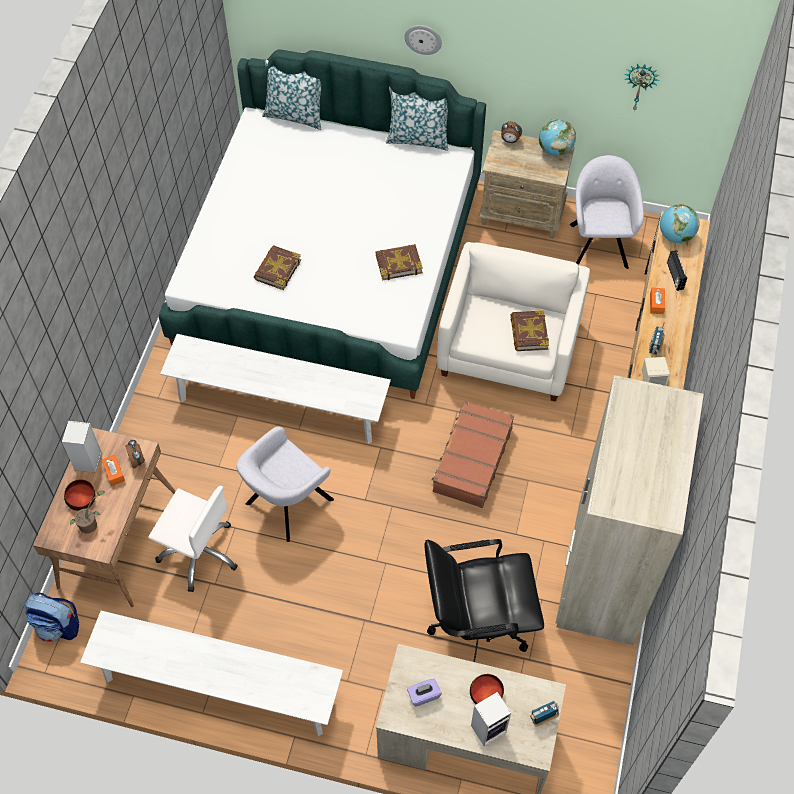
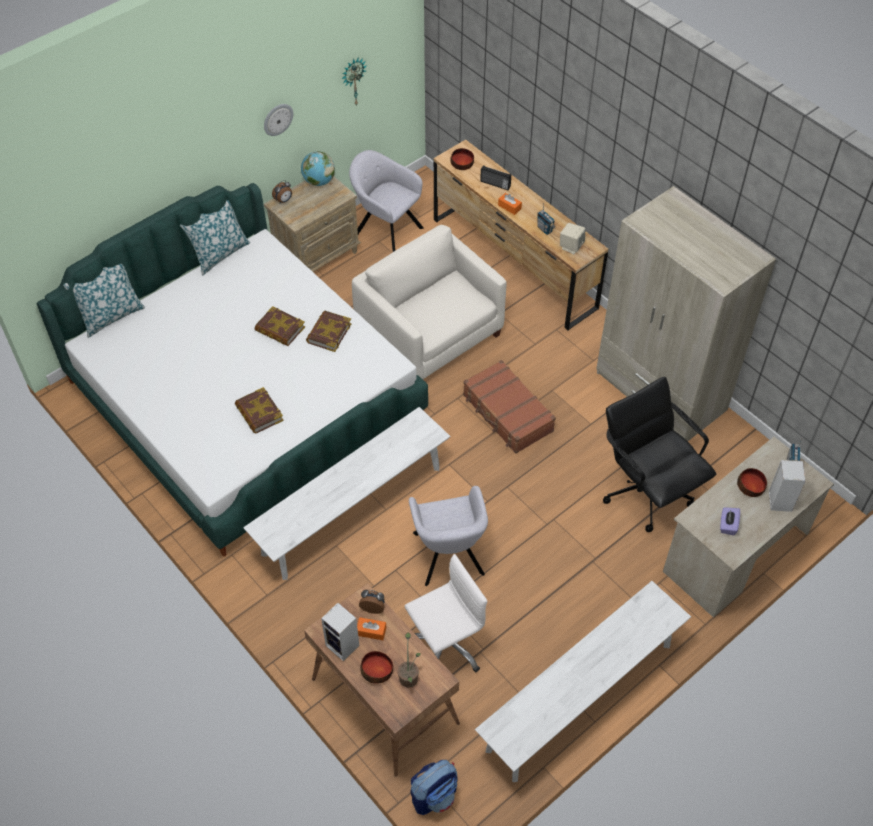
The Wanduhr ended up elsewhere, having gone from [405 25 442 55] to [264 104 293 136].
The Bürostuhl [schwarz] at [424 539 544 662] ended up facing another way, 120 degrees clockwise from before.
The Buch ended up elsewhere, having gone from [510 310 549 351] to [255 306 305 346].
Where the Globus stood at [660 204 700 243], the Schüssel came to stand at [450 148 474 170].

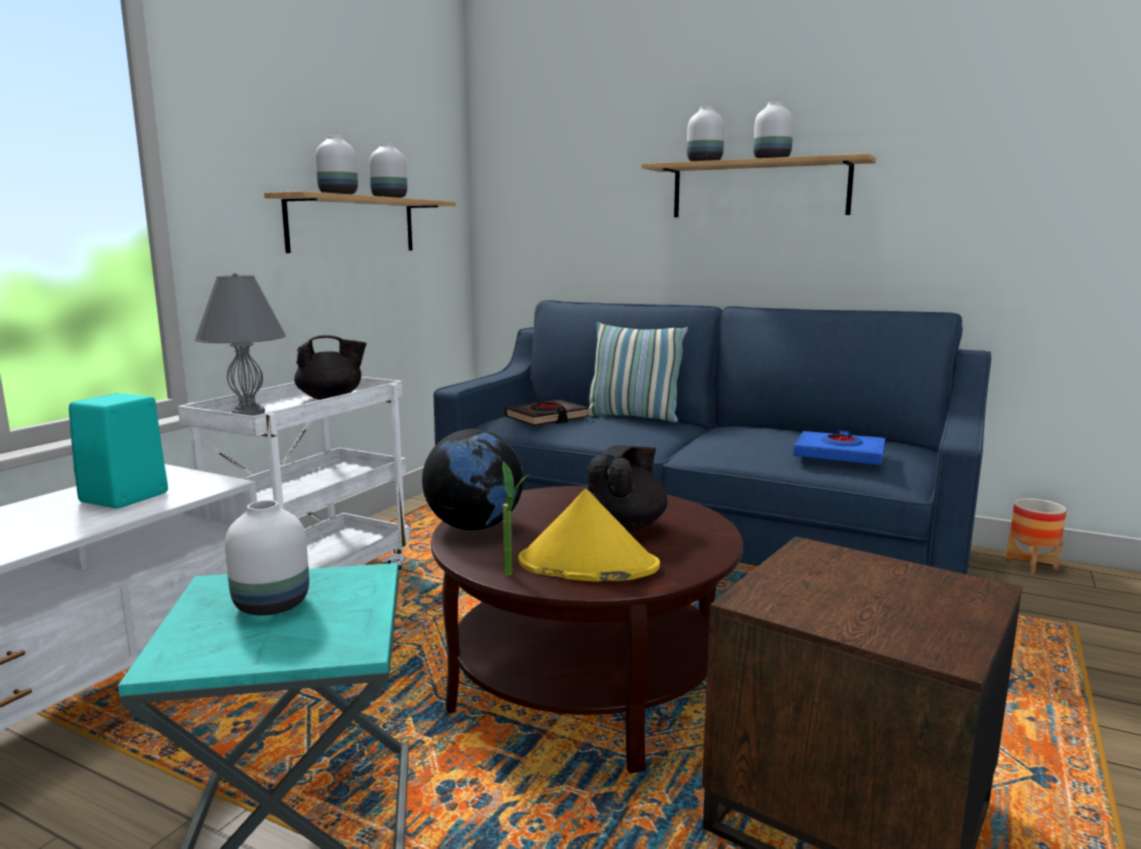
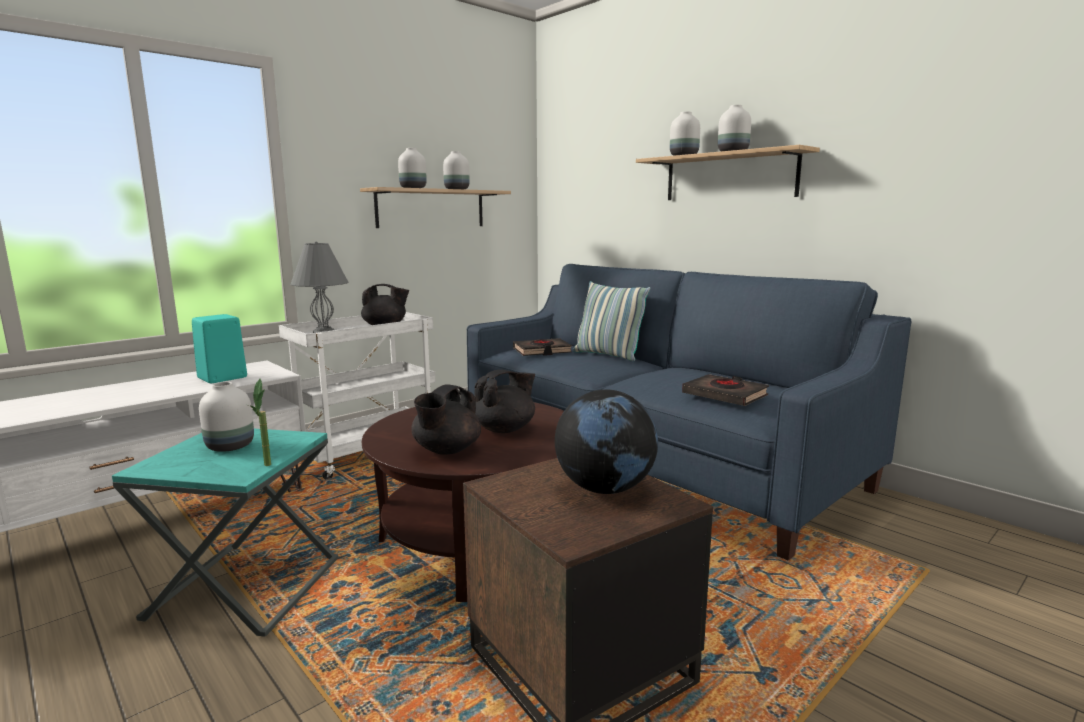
The Globus ended up elsewhere, having gone from [422 429 523 530] to [555 389 658 494].
The Topfpflanze ended up elsewhere, having gone from [502 461 530 576] to [249 379 271 466].
Where the Hut [gelb] stood at [518 489 660 582], the Teekanne [schwarz] came to stand at [411 384 481 455].
What was the Buch [blau] at [793 431 885 465] turned into the Buch [schwarz] at [682 374 769 406].
The second view lost the Pflanzkübel at [1005 498 1066 574].

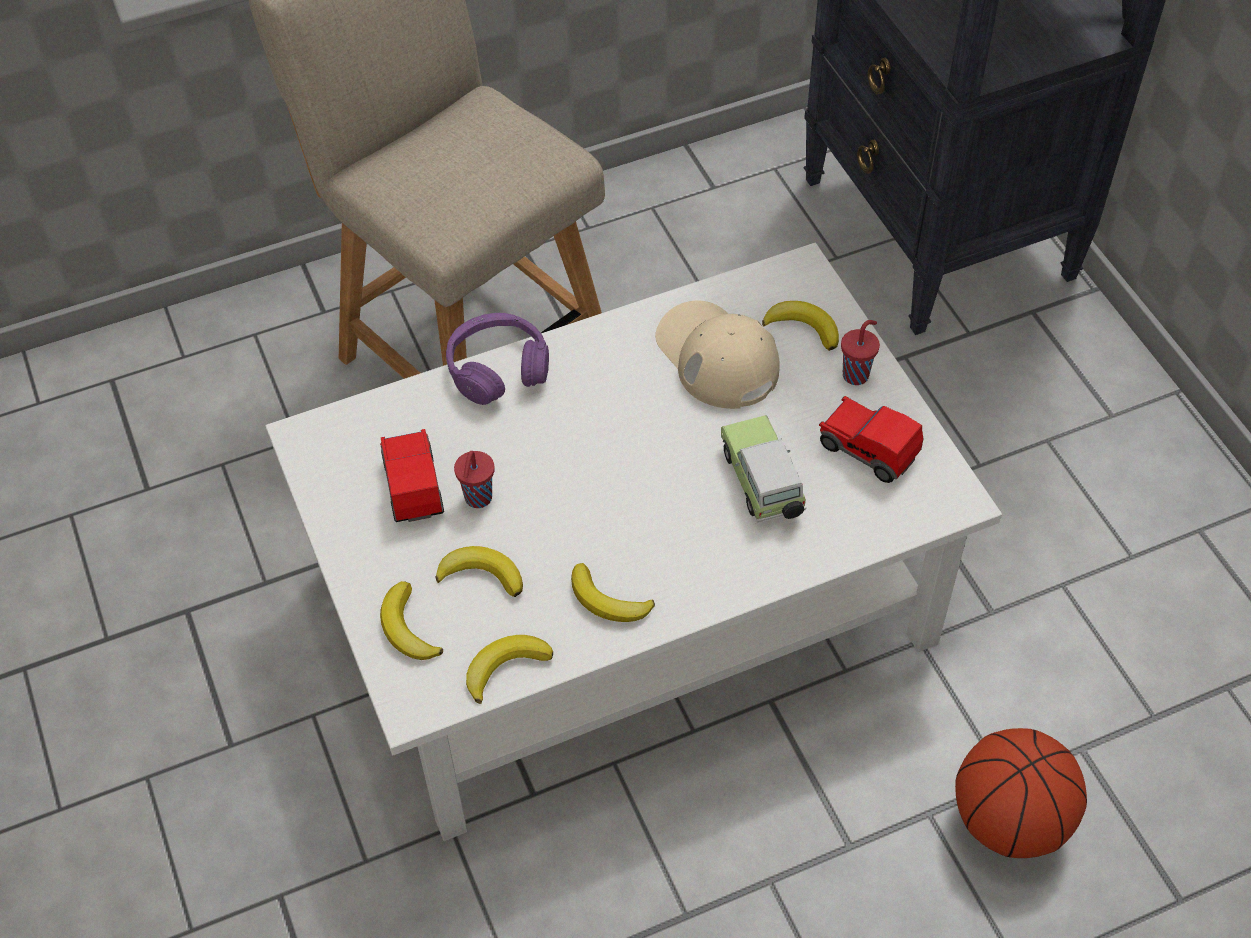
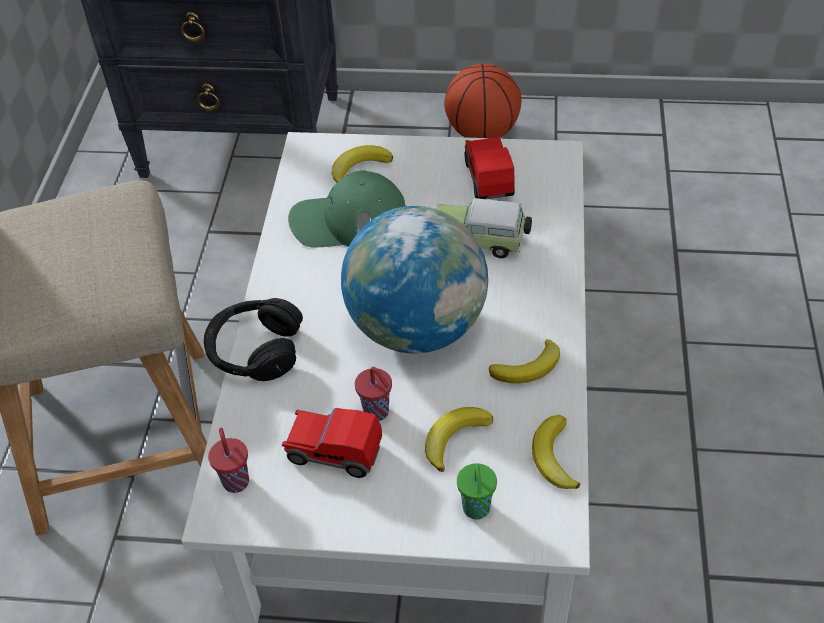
Where the Banane stood at [380 581 443 660], the Tasse [grün] came to stand at [457 464 497 520].
What was the Kopfhörer [lila] at [446 313 549 405] turned into the Kopfhörer [schwarz] at [204 298 303 381].
What was the Kappe [beige] at [655 301 780 409] turned into the Kappe [grün] at [288 171 406 248].
The Spielzeugauto at [819 396 923 483] ended up facing another way, 105 degrees clockwise from before.
The Tasse [rot] ended up elsewhere, having gone from [841 320 880 385] to [208 428 249 493].
The Basketball ended up elsewhere, having gone from [955 728 1087 858] to [444 64 521 138].
The second view gained the Globus at [341 206 488 353].

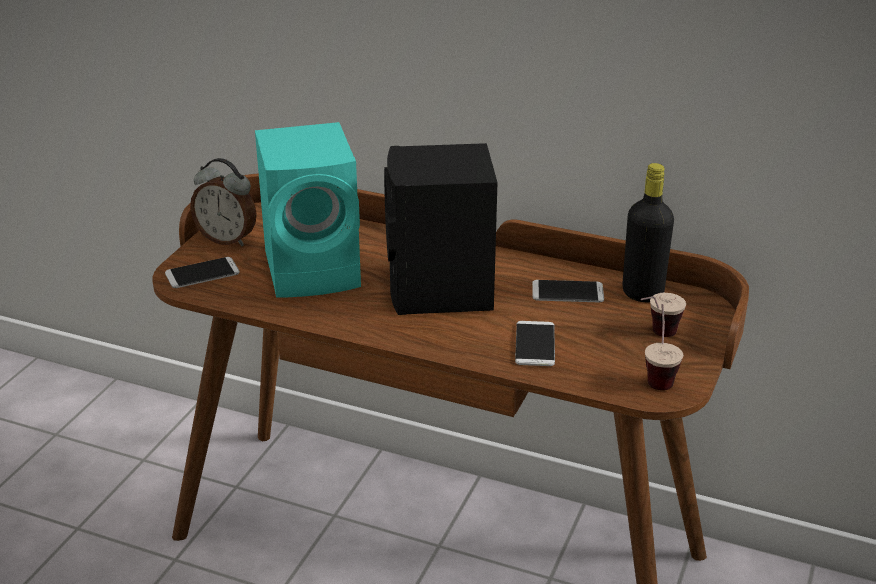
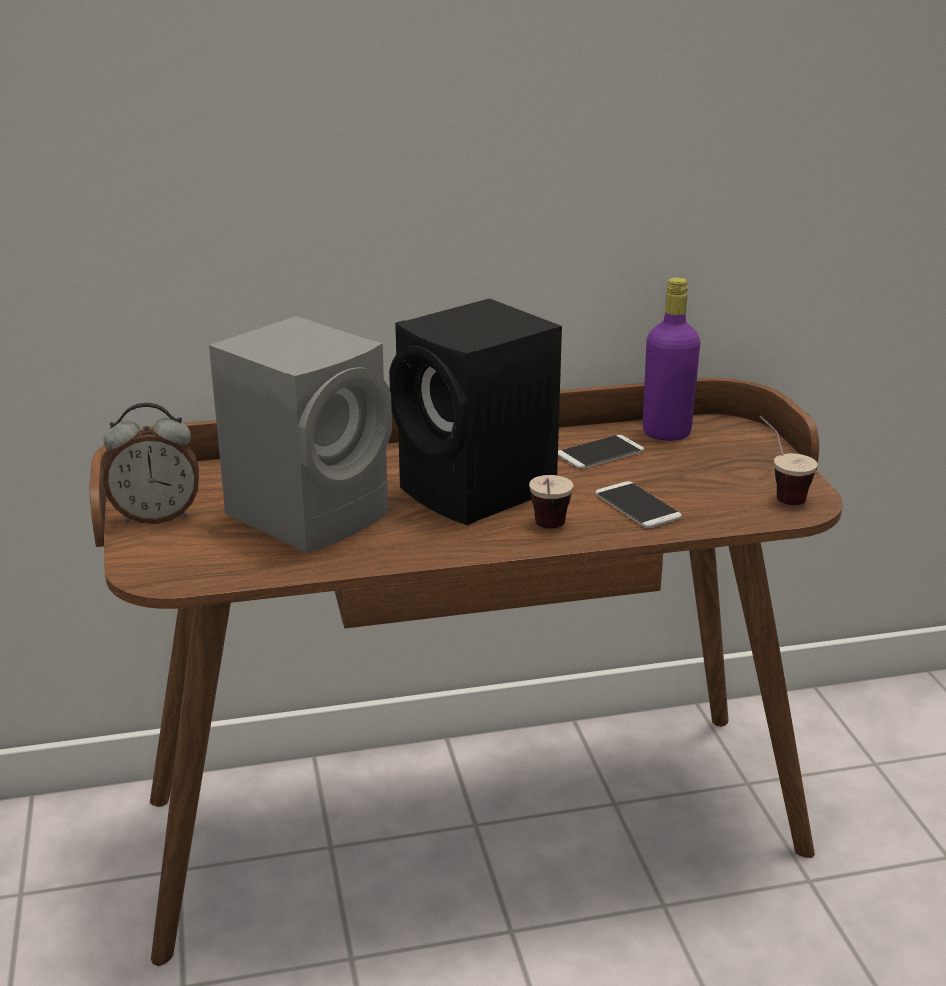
The second view lost the Handy at [165 257 240 288].
What was the Lautsprecher [türkis] at [255 122 361 298] turned into the Lautsprecher [grau] at [209 316 392 554].
What was the Flasche [schwarz] at [622 163 674 302] turned into the Flasche [lila] at [643 277 700 441].
The Tasse ended up elsewhere, having gone from [641 293 686 337] to [529 475 573 529].

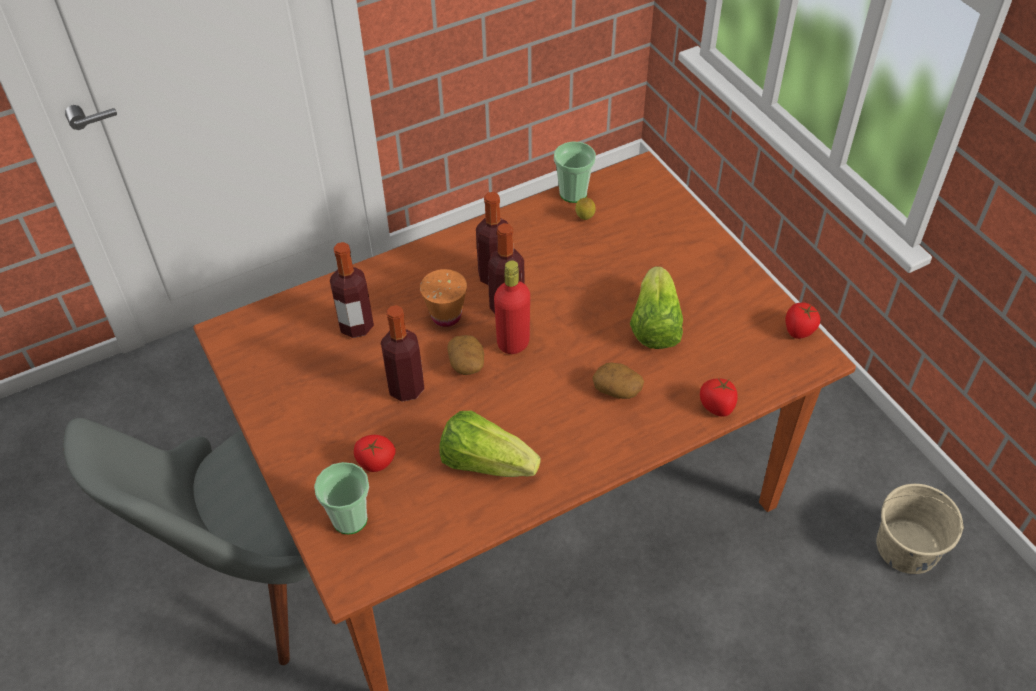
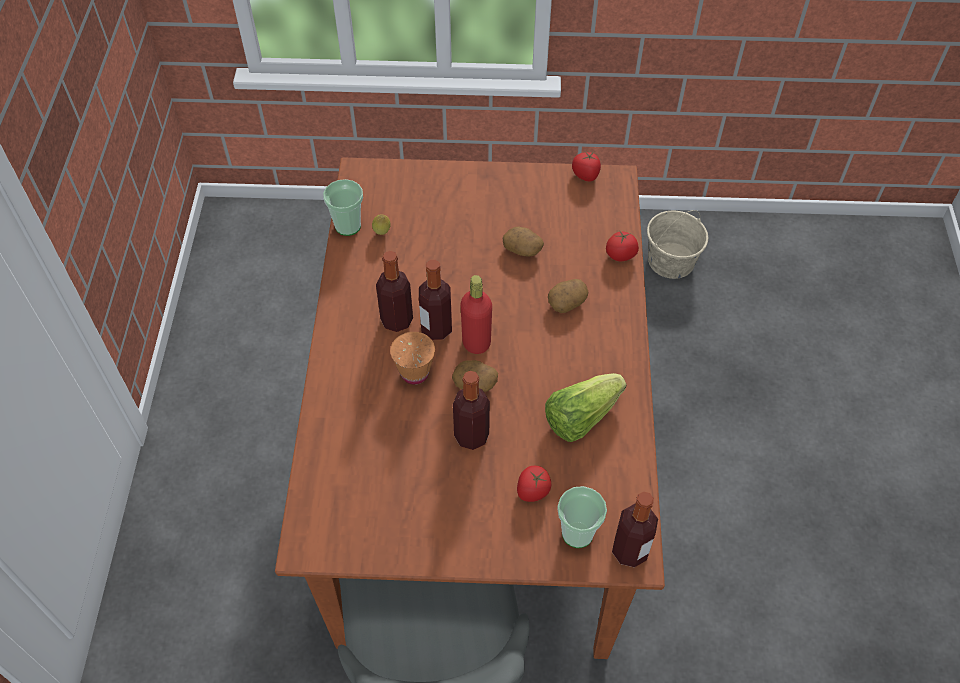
The Flasche ended up elsewhere, having gone from [330 242 374 338] to [612 492 658 567].
Where the Salatkopf stood at [630 266 683 349], the Kartoffel came to stand at [502 227 544 257].

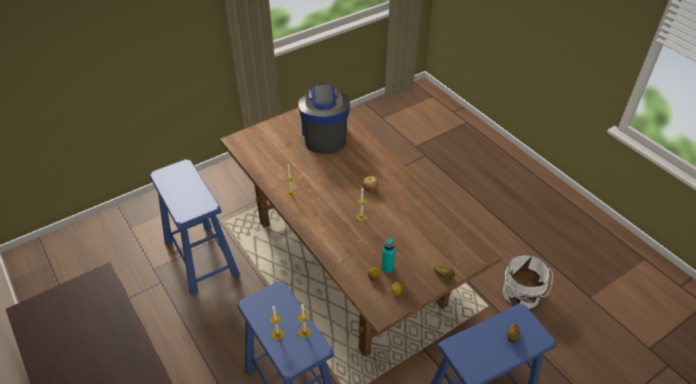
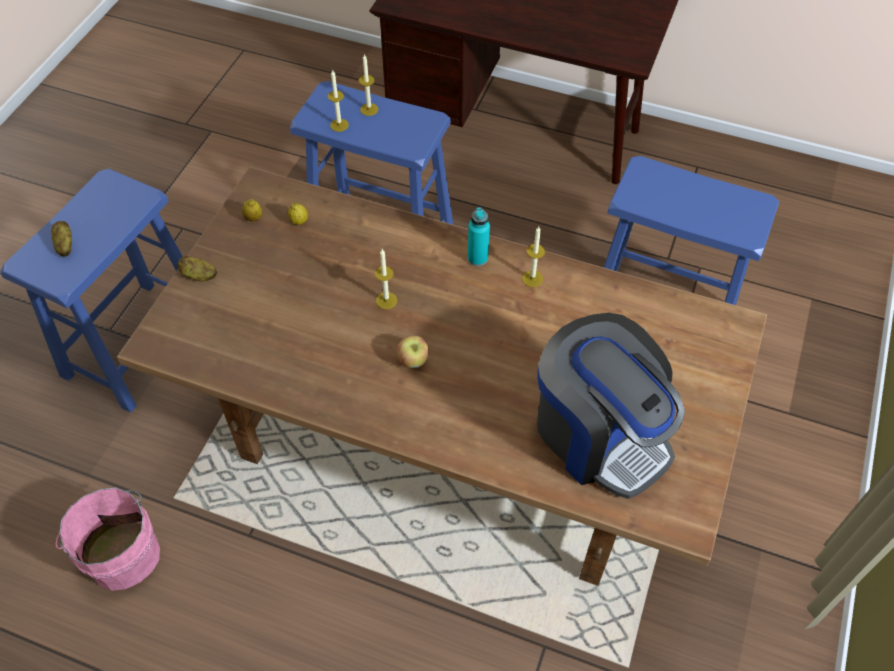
The Flasche [türkis] ended up elsewhere, having gone from [382 238 395 273] to [468 207 490 266].
What was the Eimer [weiß] at [503 255 553 309] turned into the Eimer [rosa] at [56 487 160 591].

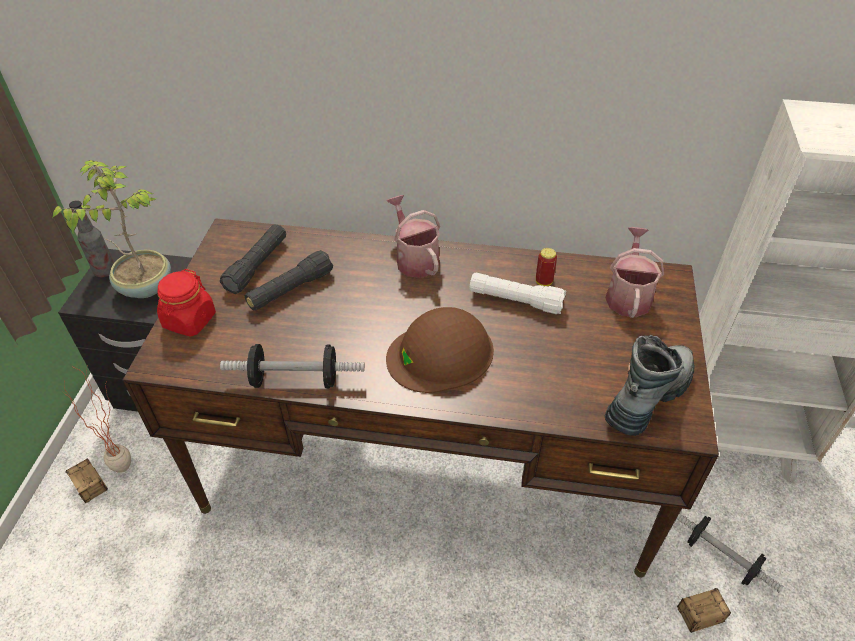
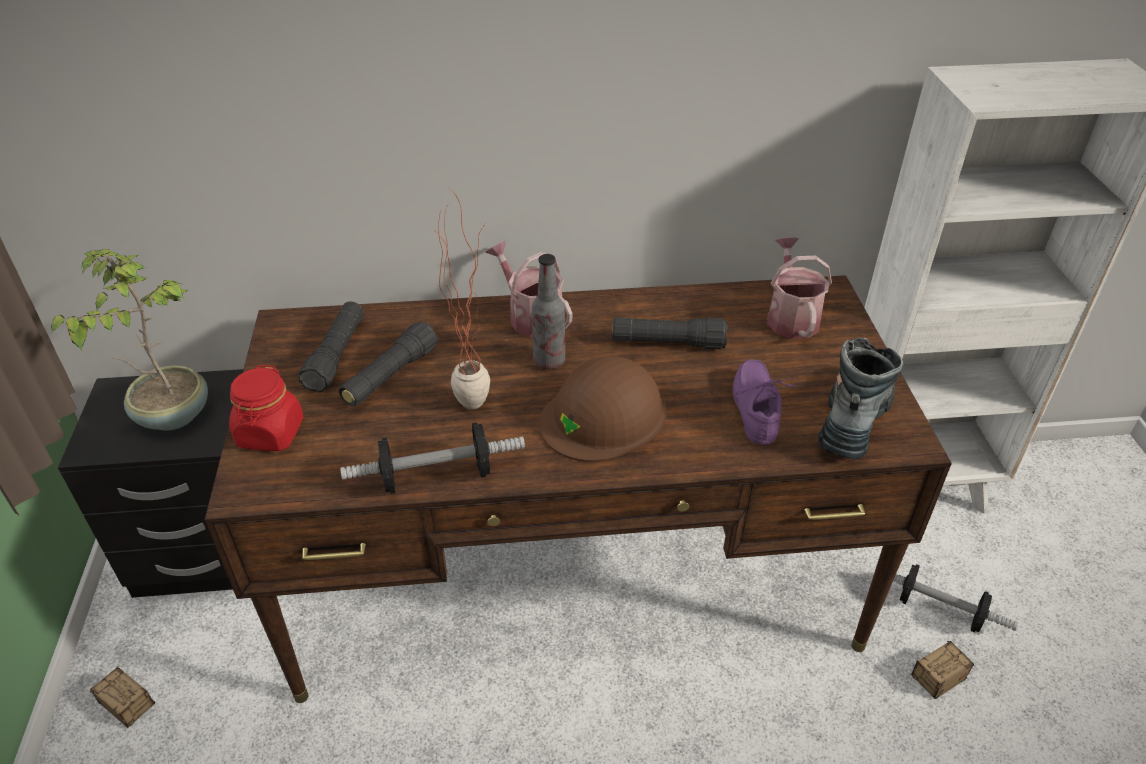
The Topfpflanze ended up elsewhere, having gone from [61 366 131 473] to [436 188 490 410].
The Flasche ended up elsewhere, having gone from [69 200 114 277] to [532 254 565 369].
What was the Taschenlampe [weiß] at [469 273 566 314] turned into the Taschenlampe [schwarz] at [612 317 728 349].
The second view lost the Dose at [536 248 557 286].
The second view gained the Schuh [lila] at [733 359 797 445].

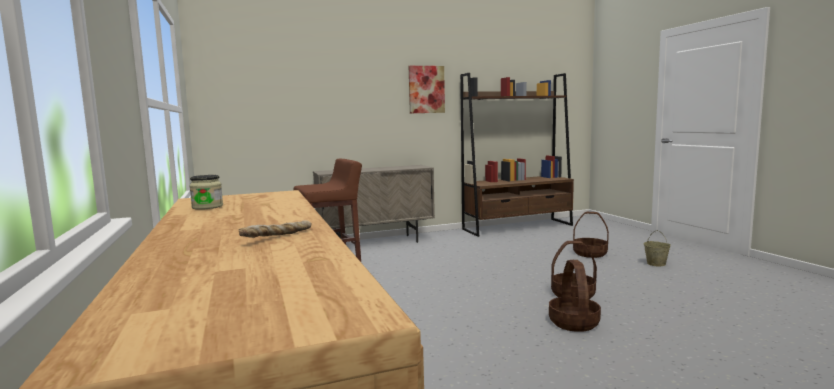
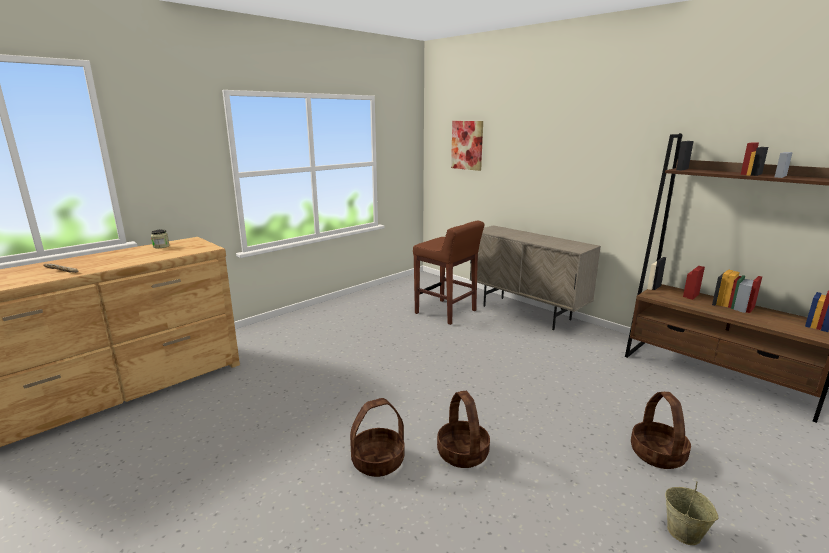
The Bild ended up elsewhere, having gone from [409 66 445 113] to [451 121 483 171].

